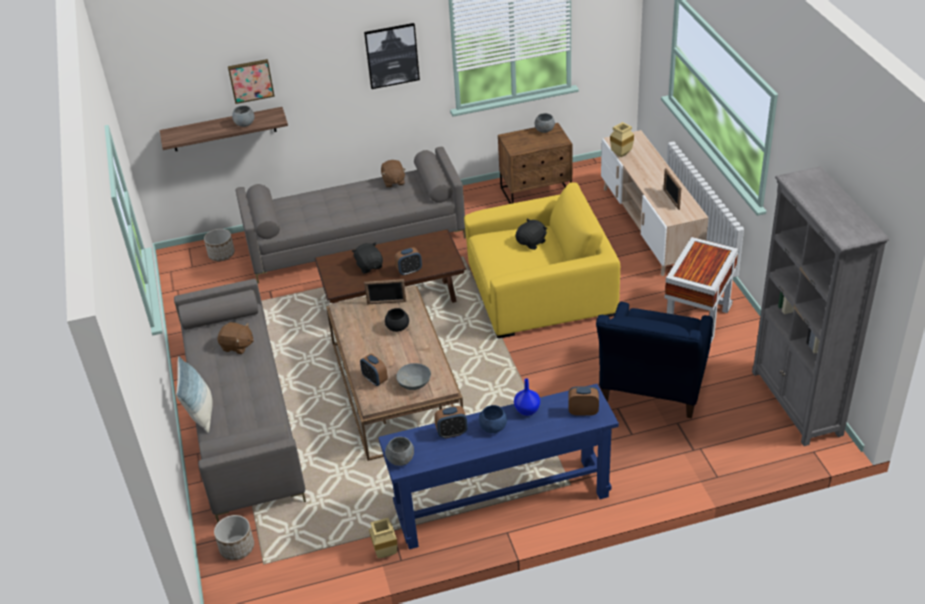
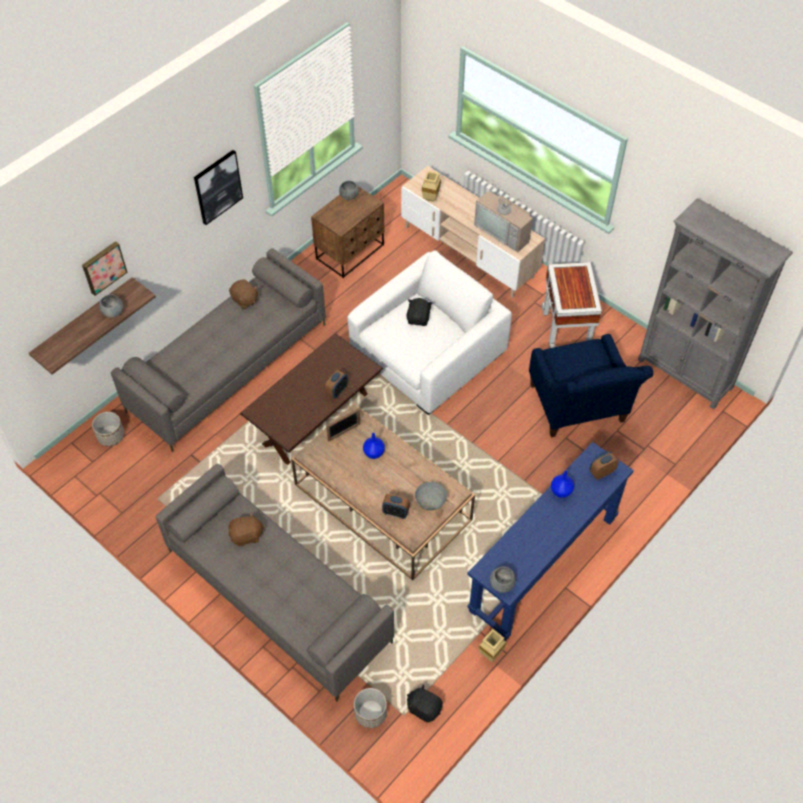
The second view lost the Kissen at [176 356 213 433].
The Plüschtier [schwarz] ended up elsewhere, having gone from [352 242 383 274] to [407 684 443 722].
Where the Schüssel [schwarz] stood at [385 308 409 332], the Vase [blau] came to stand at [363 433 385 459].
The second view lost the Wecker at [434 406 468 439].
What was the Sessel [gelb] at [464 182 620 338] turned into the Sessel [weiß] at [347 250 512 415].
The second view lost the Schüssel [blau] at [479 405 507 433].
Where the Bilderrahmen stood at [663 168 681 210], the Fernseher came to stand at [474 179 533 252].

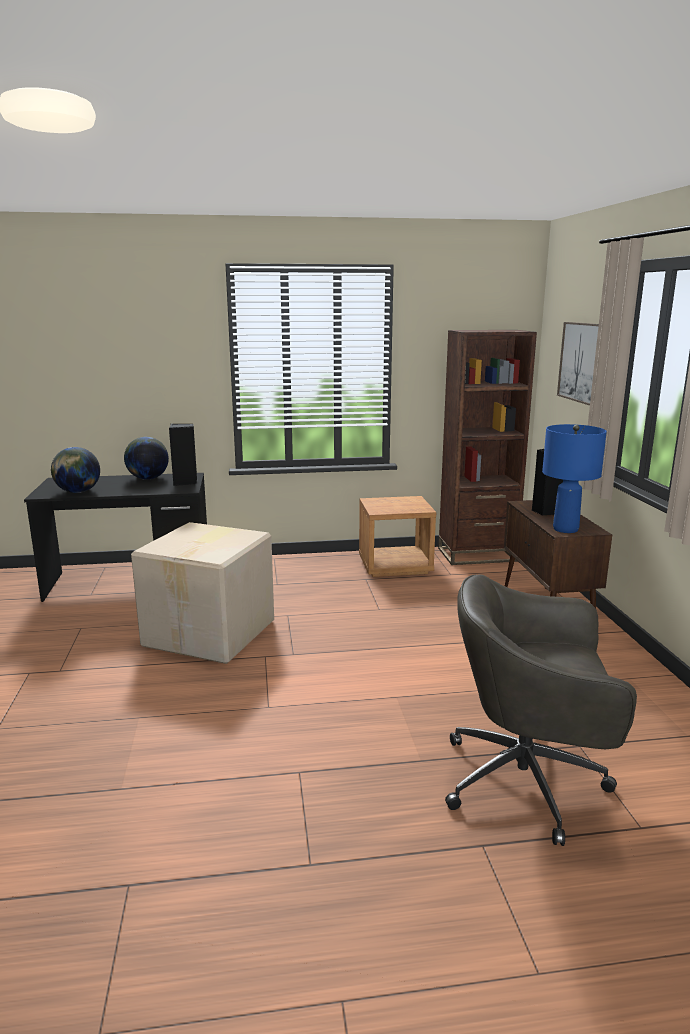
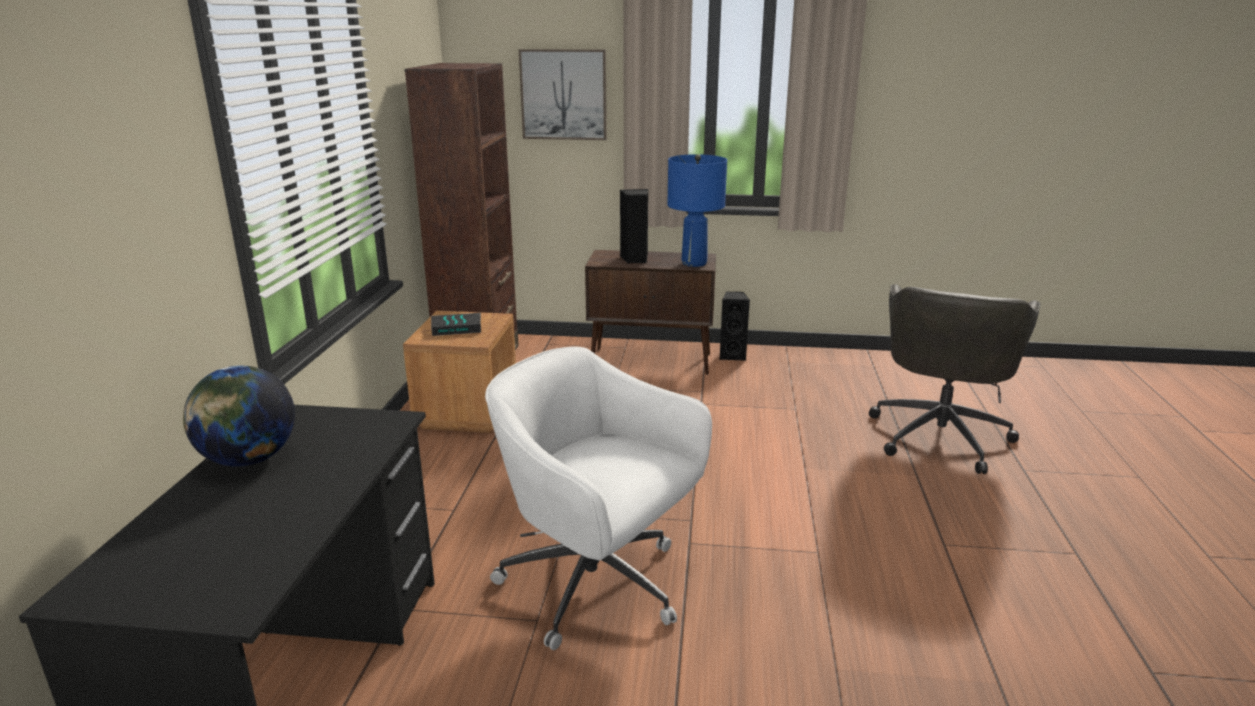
The second view lost the Globus at [51 447 100 493].
Where the Karton stood at [131 522 274 664], the Bürostuhl [weiß] came to stand at [485 346 712 650].
The Lautsprecher [schwarz] ended up elsewhere, having gone from [169 424 197 486] to [719 292 750 361].
The second view gained the Buch at [431 313 481 336].

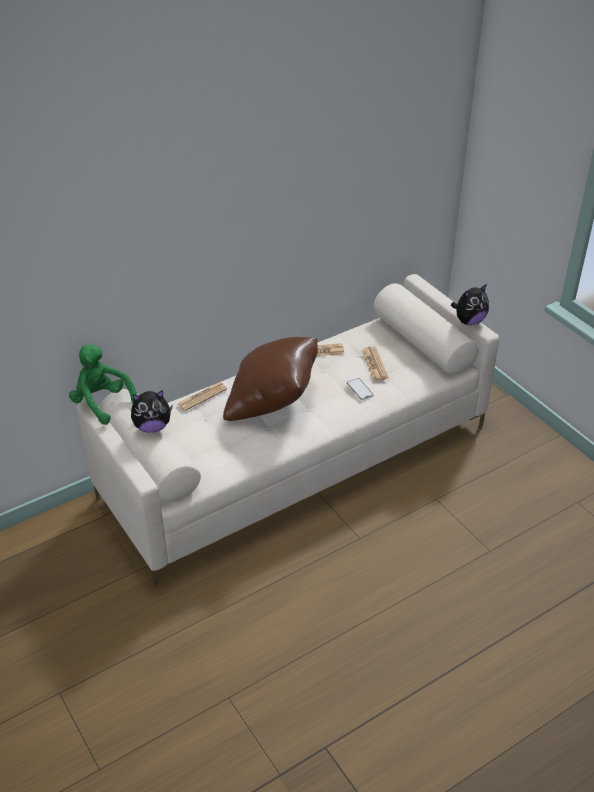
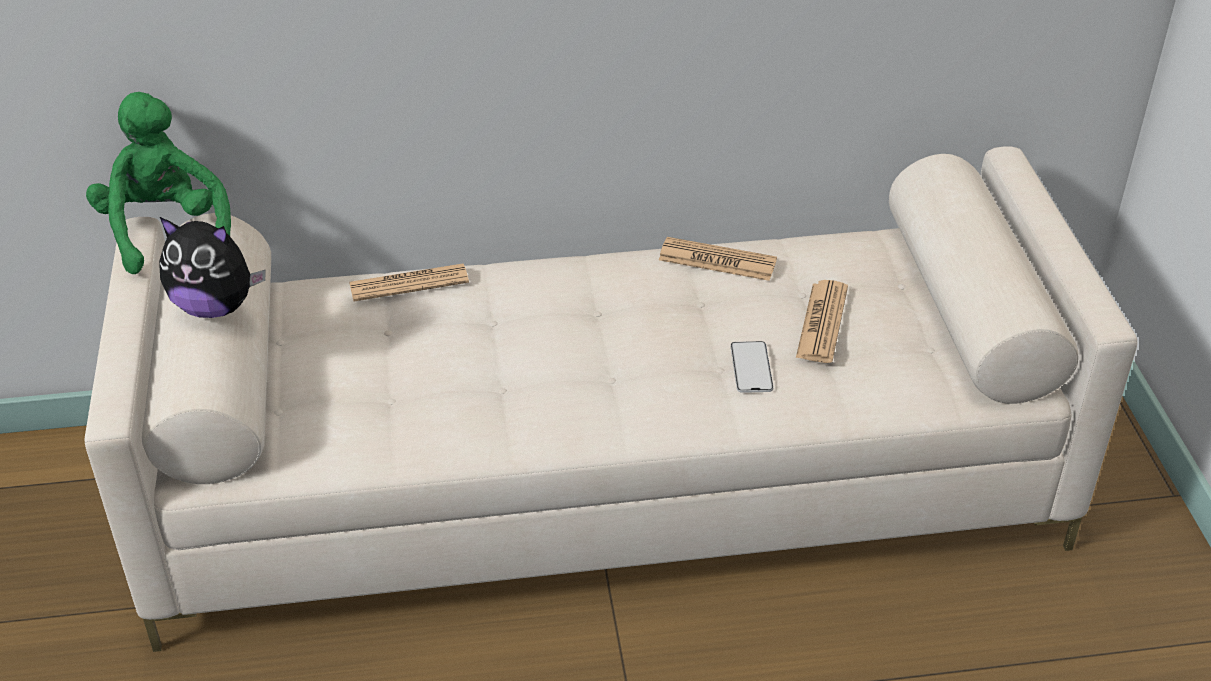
The second view lost the Kissen [braun] at [223 337 318 421].
The second view lost the Plüschtier at [451 284 489 325].

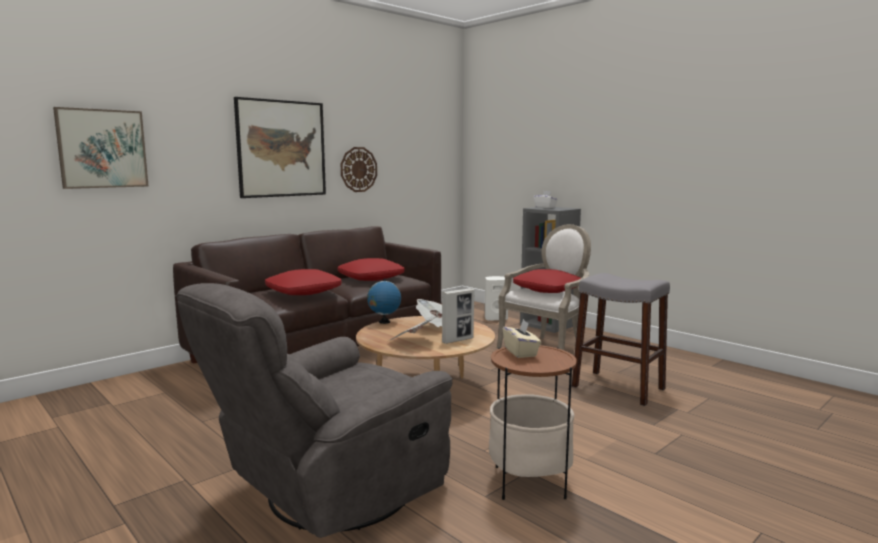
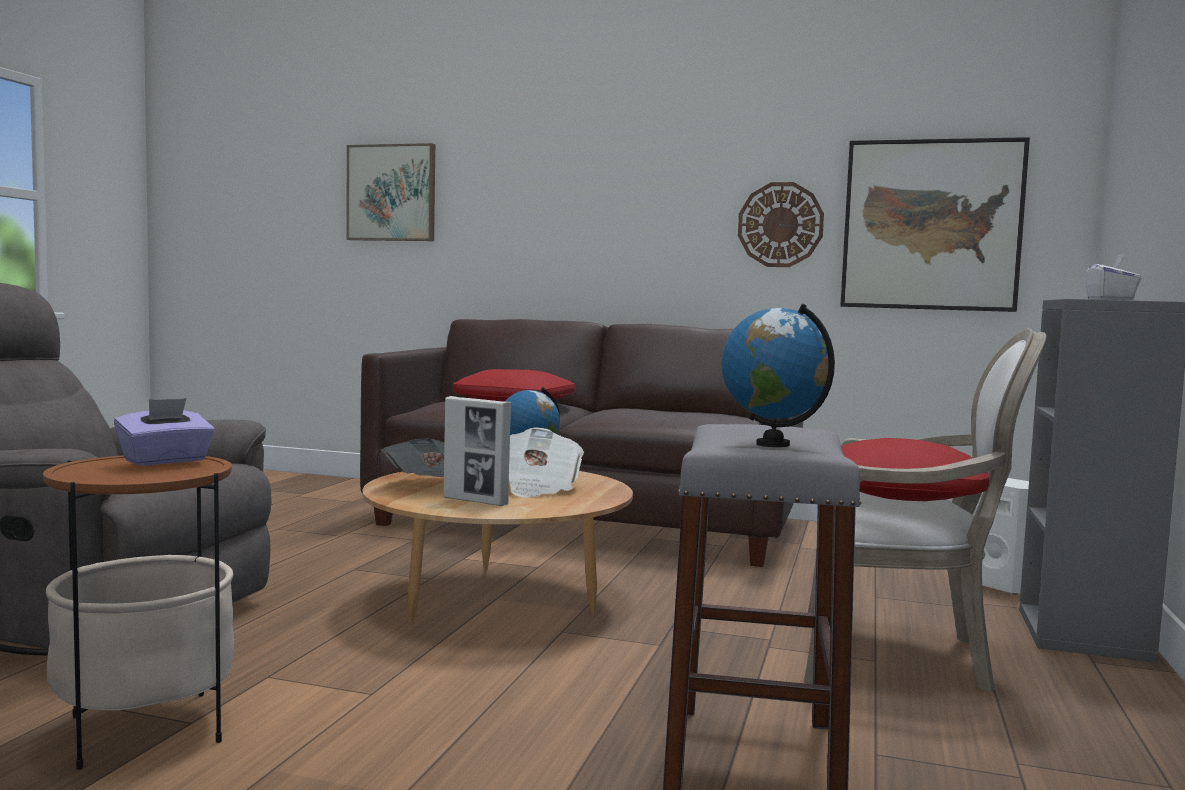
The Bild ended up elsewhere, having gone from [234 97 326 198] to [840 137 1030 312].
The second view lost the Kissen [rot] at [337 258 405 281].
What was the Taschentuchbox [beige] at [503 319 541 358] turned into the Taschentuchbox [lila] at [114 398 215 466].
The second view gained the Globus at [721 304 835 447].

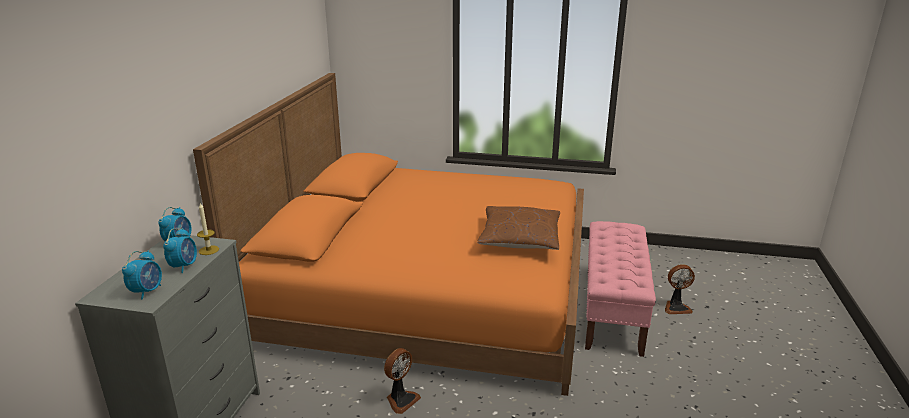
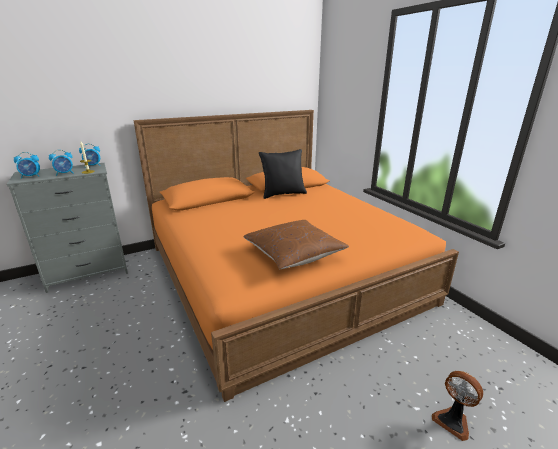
The second view lost the Ventilator at [384 348 421 414].
The second view lost the Bank [rosa] at [585 221 656 357].
The second view gained the Kissen [schwarz] at [259 149 307 199].

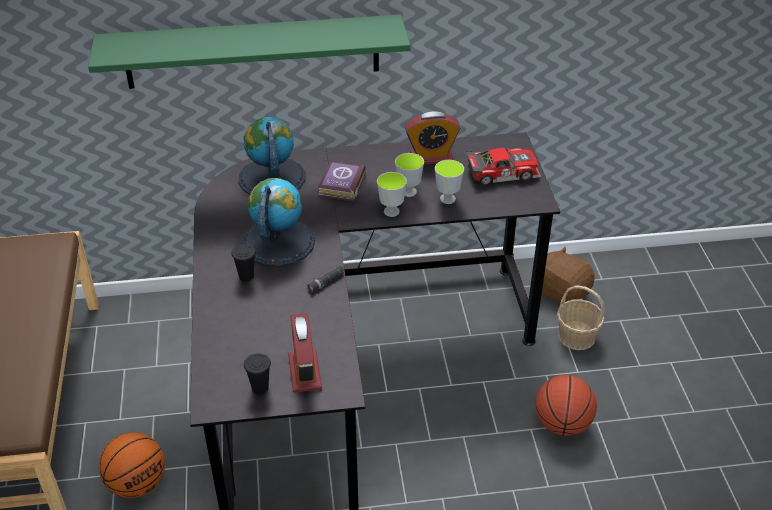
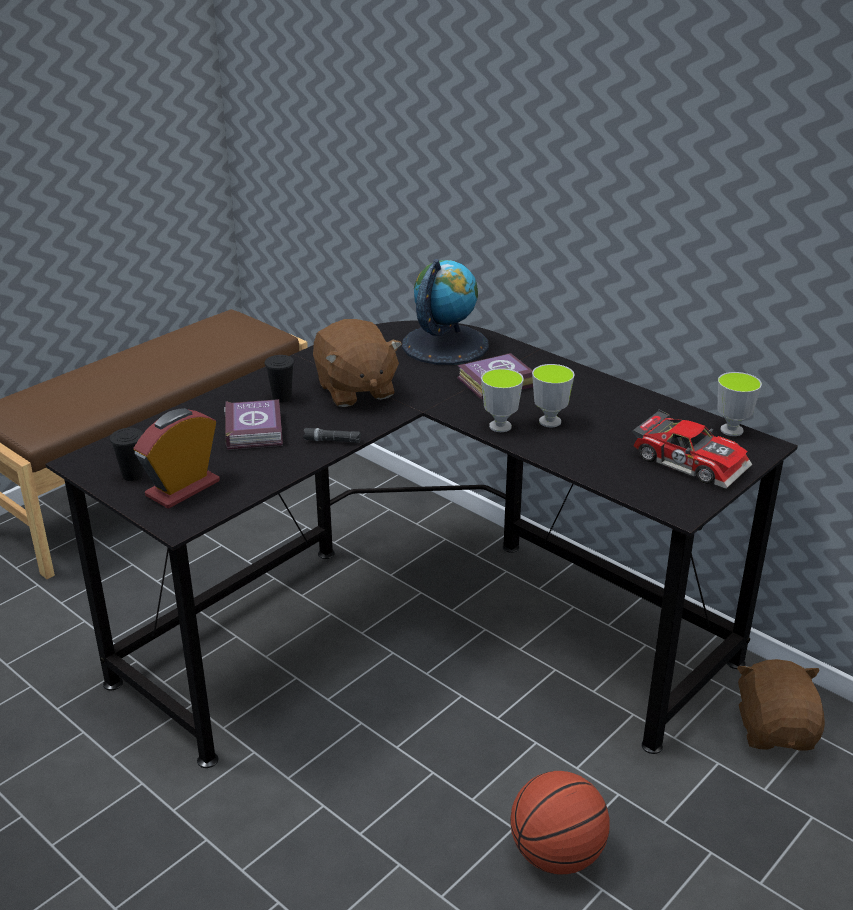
The second view lost the Wandregal [grün] at [88 14 411 89].
The second view lost the Basketball at [99 432 165 498].
Where the Globus stood at [242 178 315 267], the Plüschtier [braun] came to stand at [313 319 402 407].
The second view lost the Wecker at [405 111 460 164].
The Tasse ended up elsewhere, having gone from [435 160 464 204] to [718 372 762 436].
The second view lost the Korb at [557 286 605 350].
The second view gained the Buch at [225 399 283 450].

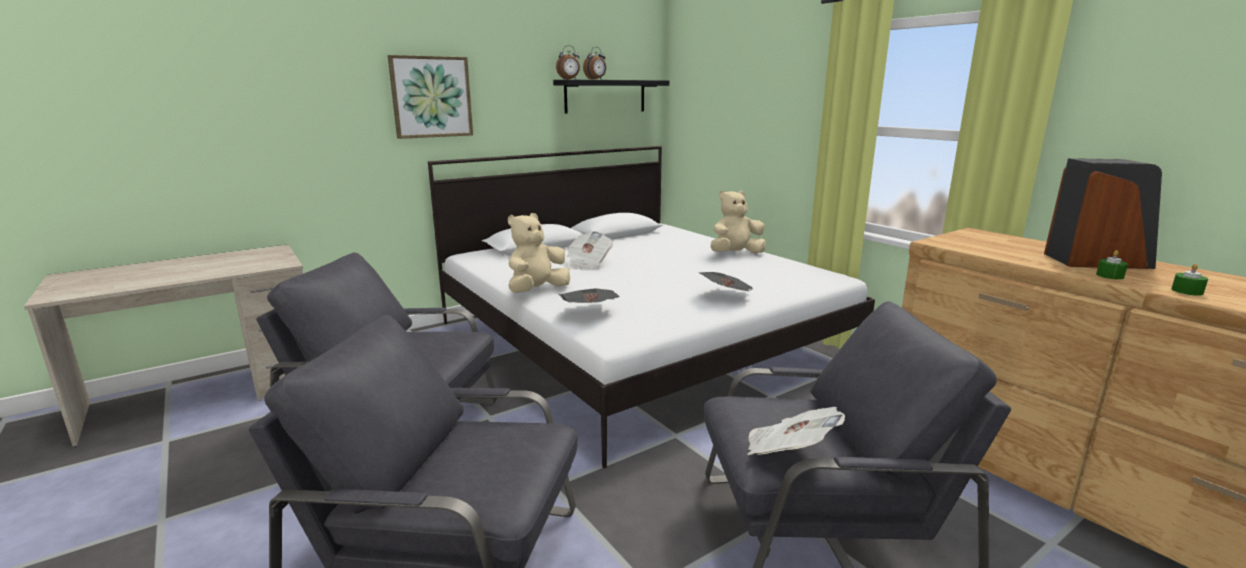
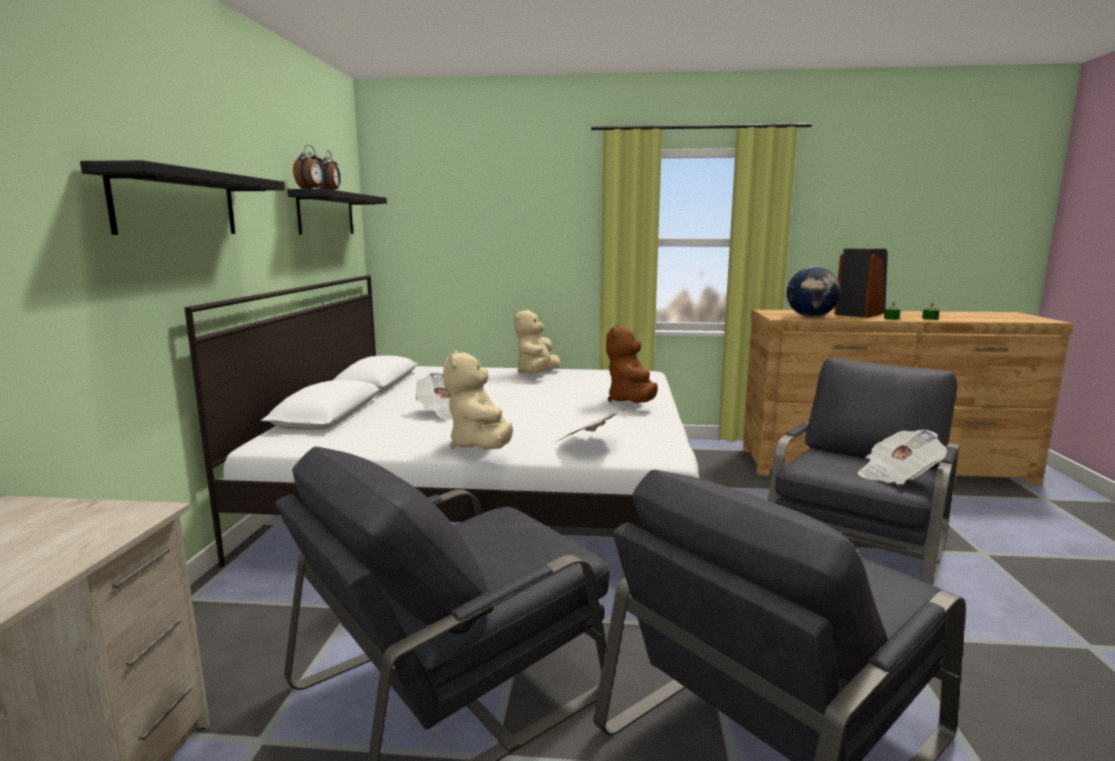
Where the Bild hung at [388 55 473 139], the Wandregal [schwarz] came to hang at [80 160 285 235].
Where the Zeitung stood at [699 272 752 291], the Plüschtier [braun] came to stand at [606 325 658 403].
The second view gained the Globus at [787 266 841 317].

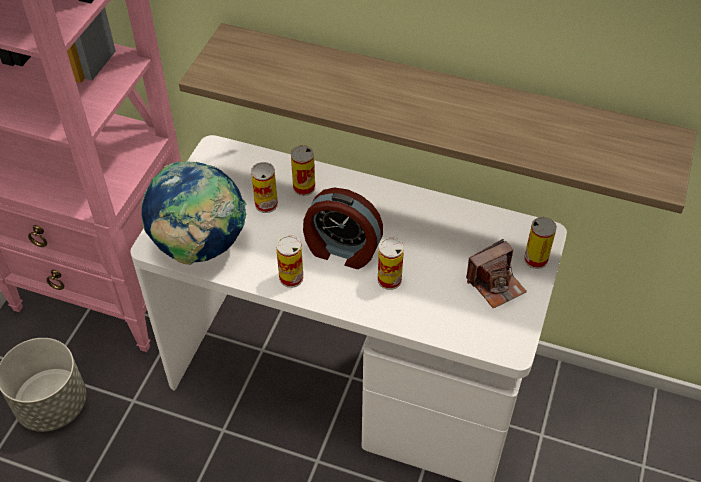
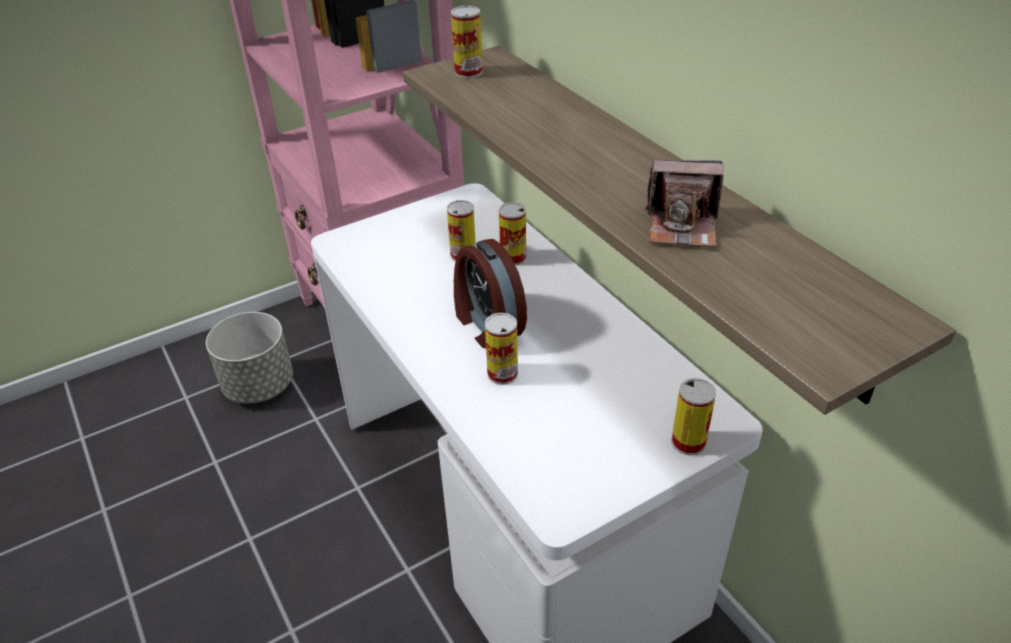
The second view lost the Globus at [141 161 246 265].
The Dose ended up elsewhere, having gone from [276 235 303 288] to [451 6 483 78].
The Kamera ended up elsewhere, having gone from [466 239 527 308] to [645 160 724 248].

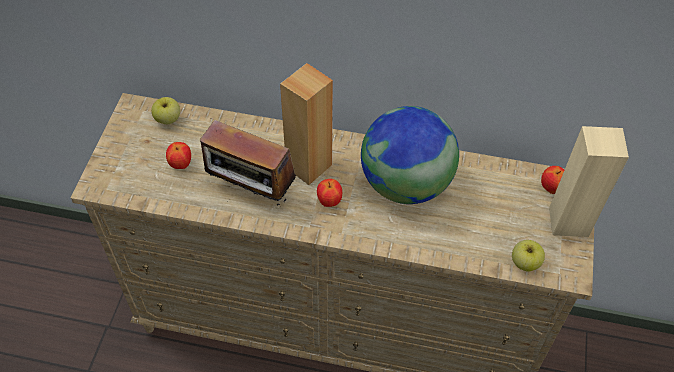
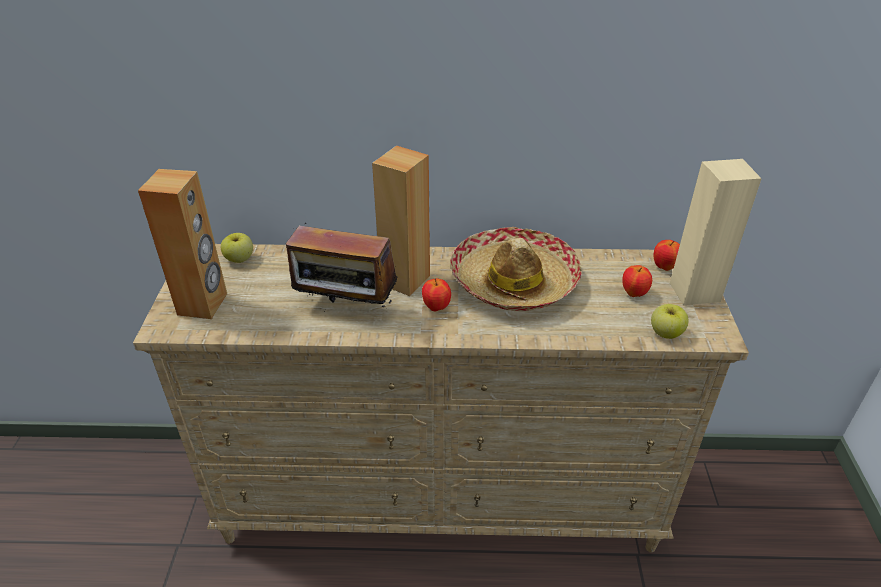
The Apfel ended up elsewhere, having gone from [166 142 191 169] to [622 265 652 297].
Where the Globus stood at [361 106 459 204], the Hut came to stand at [450 227 582 311].
The second view gained the Lautsprecher [braun] at [138 169 227 319].

